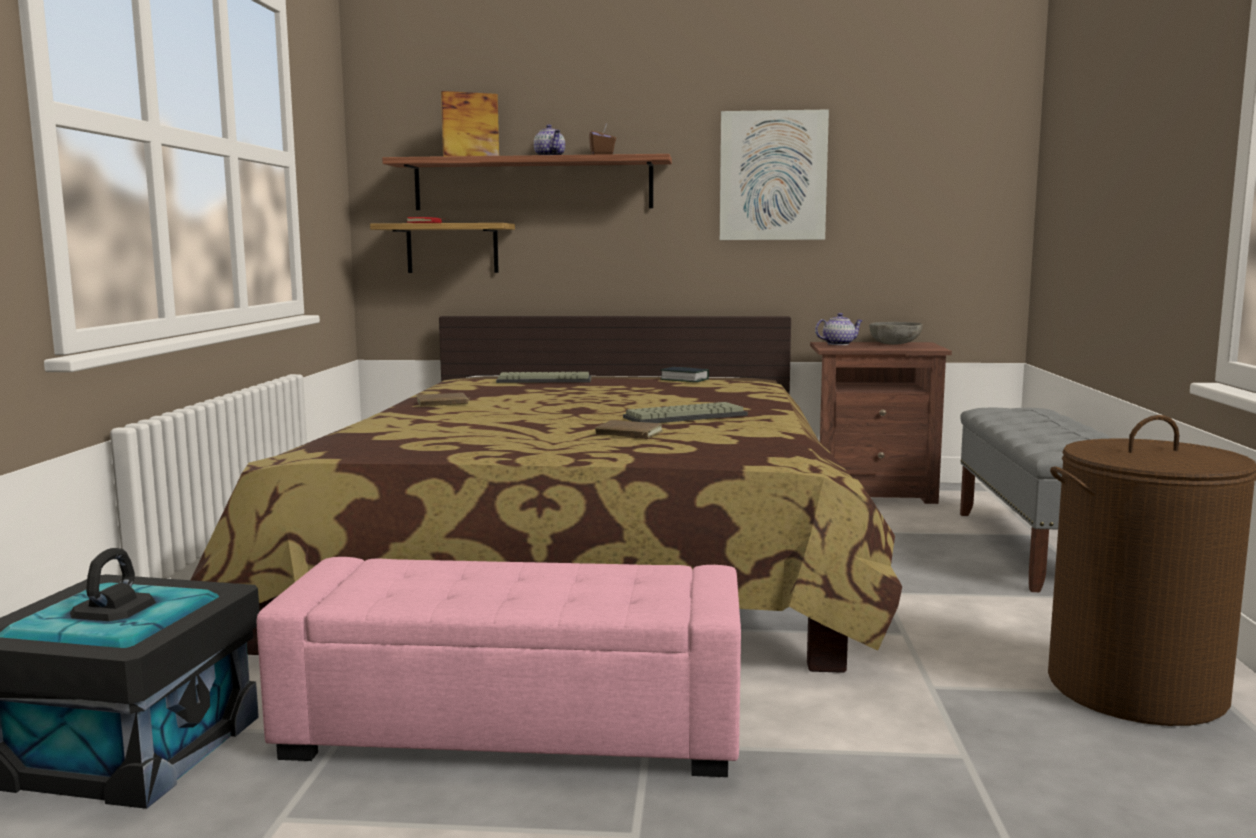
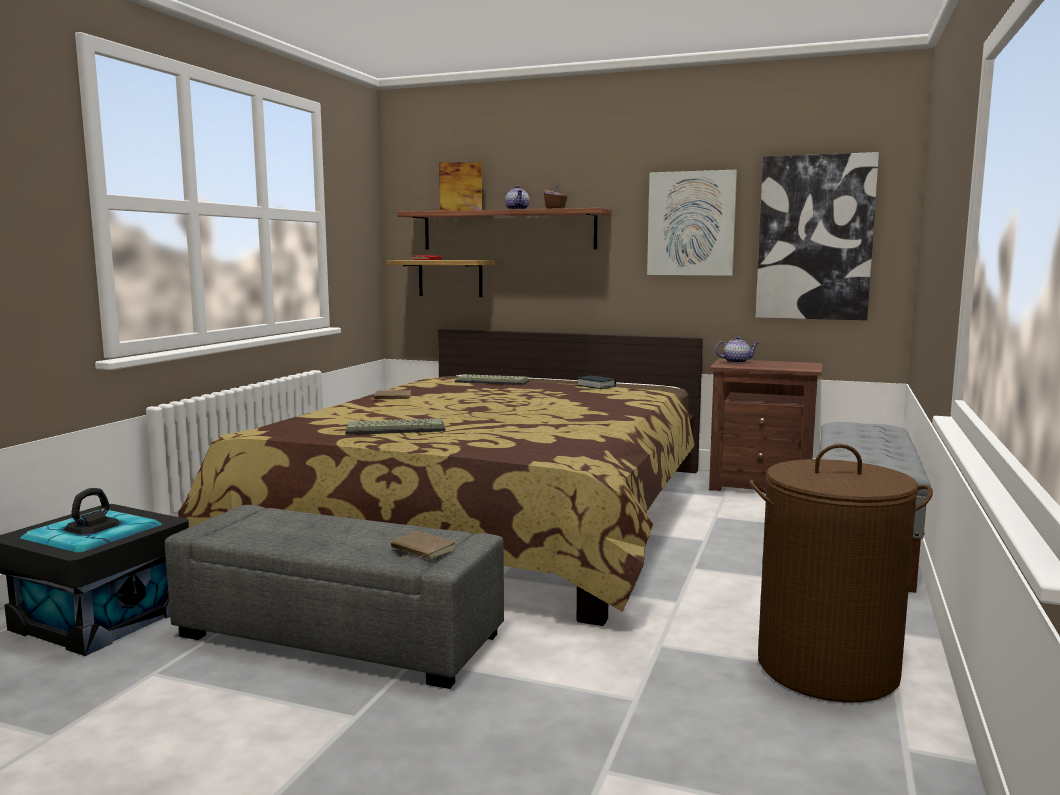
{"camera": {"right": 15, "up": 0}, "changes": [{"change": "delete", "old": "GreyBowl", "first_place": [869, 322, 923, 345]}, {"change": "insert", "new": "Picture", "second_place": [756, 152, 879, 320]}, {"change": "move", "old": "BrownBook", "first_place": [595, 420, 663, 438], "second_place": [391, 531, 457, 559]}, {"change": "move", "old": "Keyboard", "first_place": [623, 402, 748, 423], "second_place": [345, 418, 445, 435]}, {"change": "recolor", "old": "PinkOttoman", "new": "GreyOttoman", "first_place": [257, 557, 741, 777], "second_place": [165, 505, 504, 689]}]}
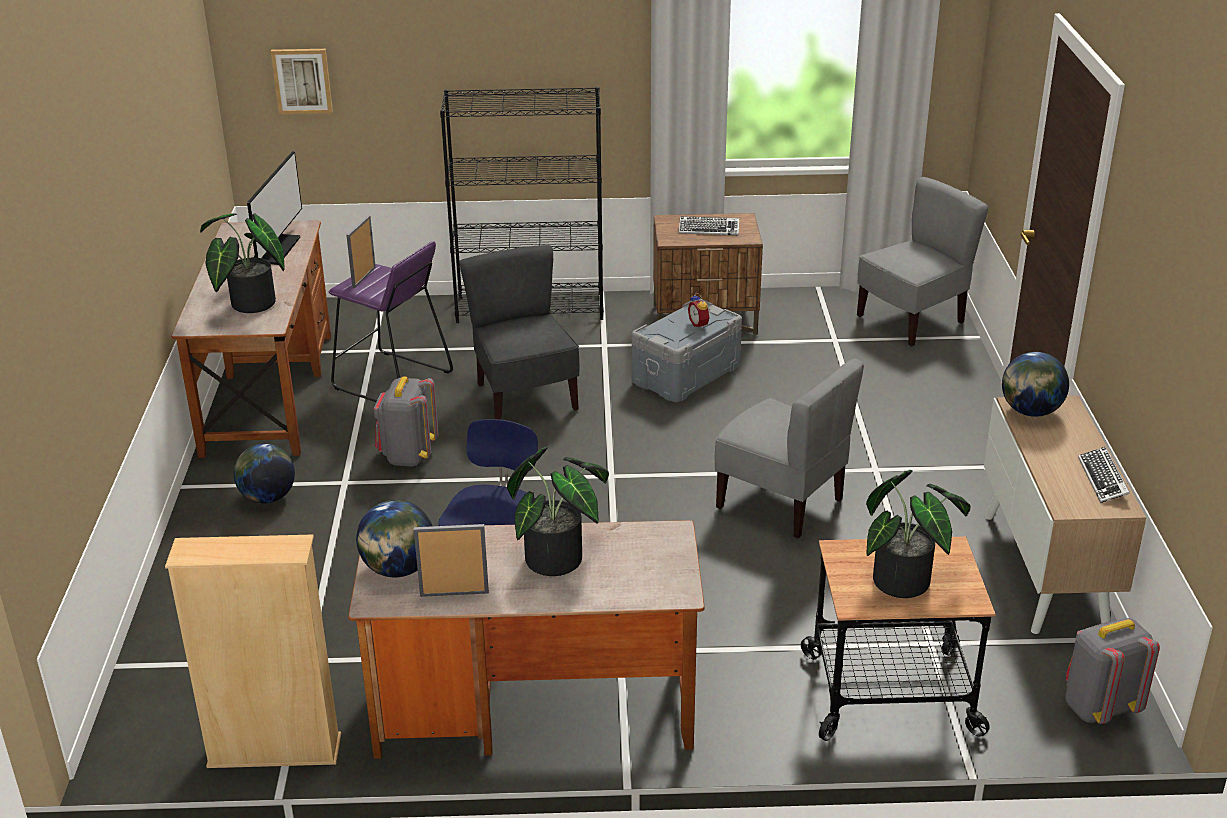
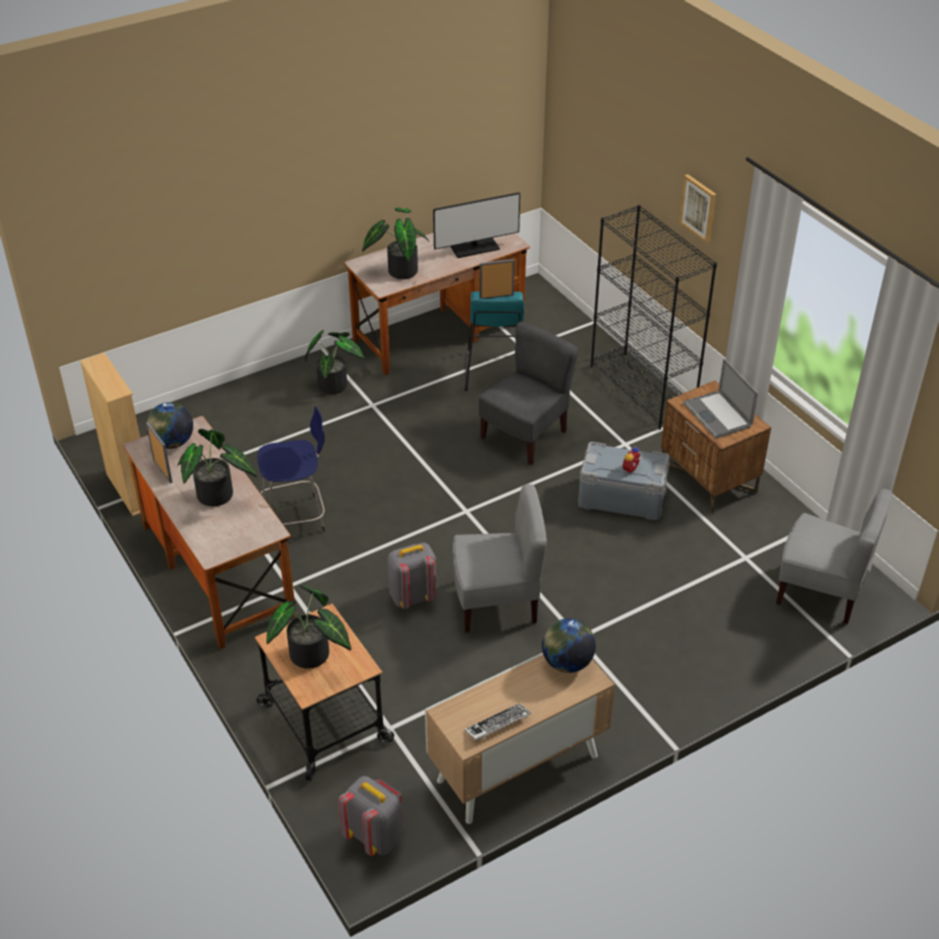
{"camera": {"right": 60, "up": 10}, "changes": [{"change": "move", "old": "Picture", "first_place": [271, 49, 333, 114], "second_place": [679, 174, 716, 243]}, {"change": "move", "old": "GreyBackpack", "first_place": [374, 376, 438, 467], "second_place": [388, 543, 437, 609]}, {"change": "replace", "old": "Globe", "new": "PottedPlant", "first_place": [234, 444, 295, 503], "second_place": [305, 330, 364, 394]}, {"change": "replace", "old": "Keyboard", "new": "Laptop", "first_place": [679, 216, 739, 235], "second_place": [684, 359, 758, 438]}, {"change": "recolor", "old": "PurpleStool", "new": "TurquoiseStool", "first_place": [329, 241, 453, 402], "second_place": [464, 291, 524, 391]}, {"change": "rotate", "old": "GreyChair", "first_place": [715, 359, 864, 538], "second_place": [453, 484, 547, 632], "degrees": -105}]}
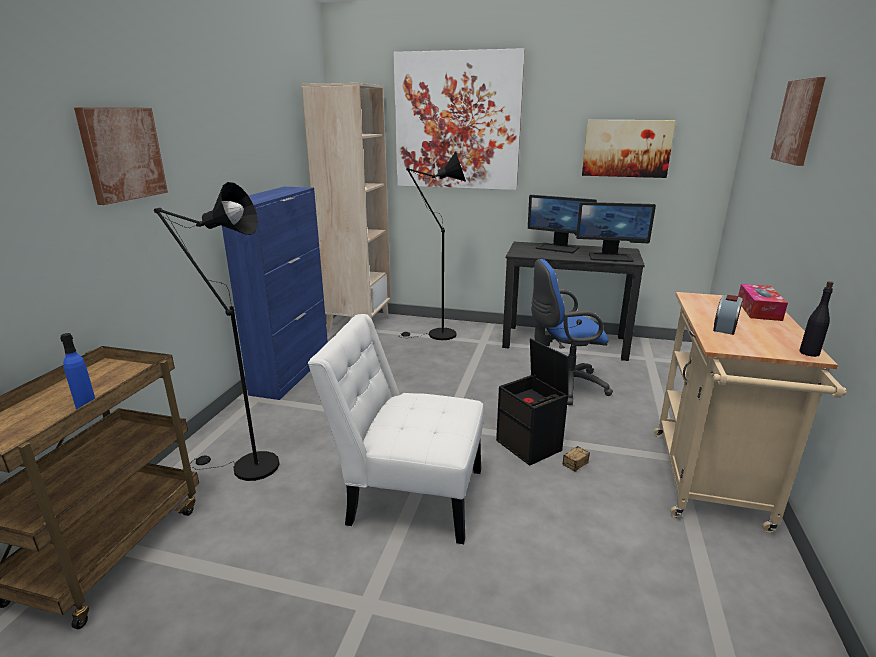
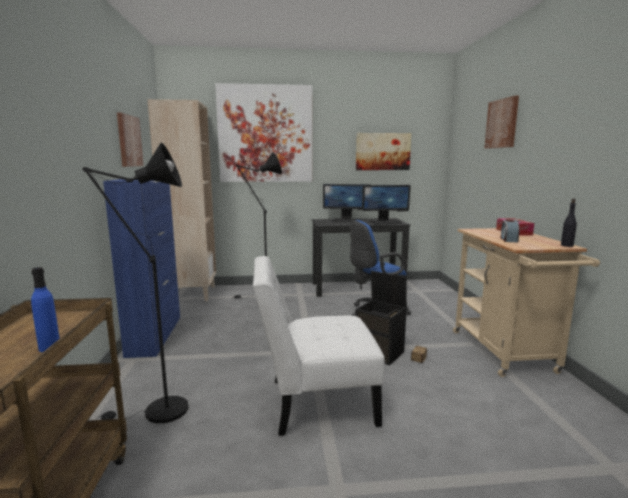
{"camera": {"right": -20, "up": -10}, "changes": [{"change": "move", "old": "Picture", "first_place": [74, 107, 168, 205], "second_place": [117, 113, 144, 167]}]}
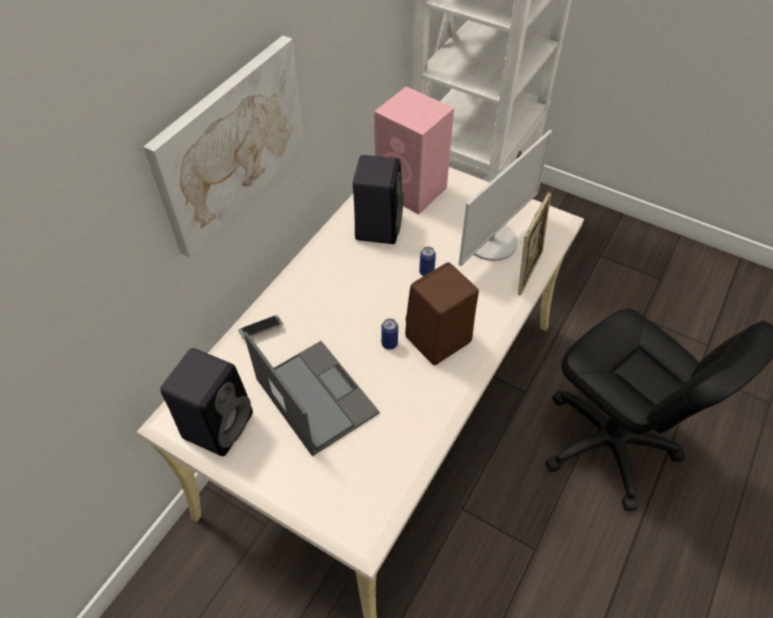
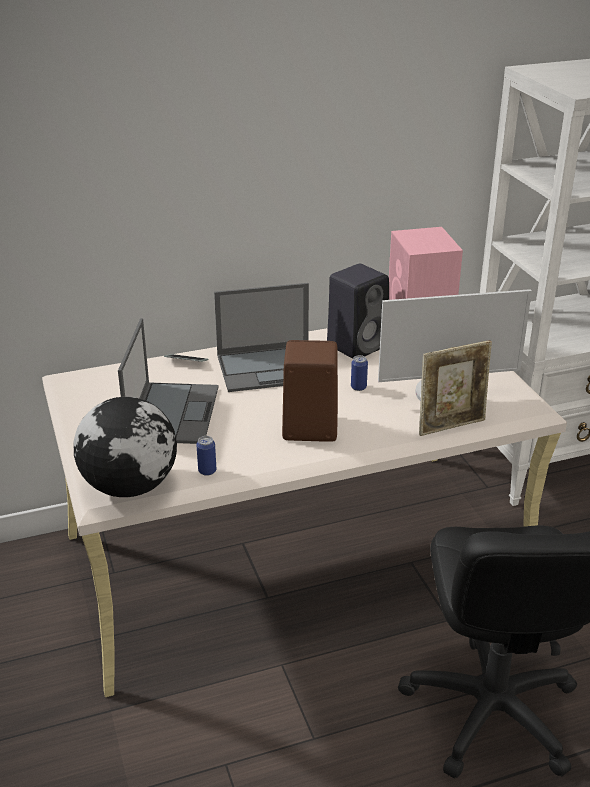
{"camera": {"right": 40, "up": -20}, "changes": [{"change": "delete", "old": "Picture", "first_place": [143, 35, 305, 258]}, {"change": "delete", "old": "BlackSpeaker", "first_place": [160, 348, 253, 456]}, {"change": "insert", "new": "Globe", "second_place": [73, 397, 177, 497]}, {"change": "insert", "new": "Laptop", "second_place": [214, 283, 309, 392]}, {"change": "move", "old": "Can", "first_place": [381, 318, 398, 350], "second_place": [196, 436, 216, 476]}]}
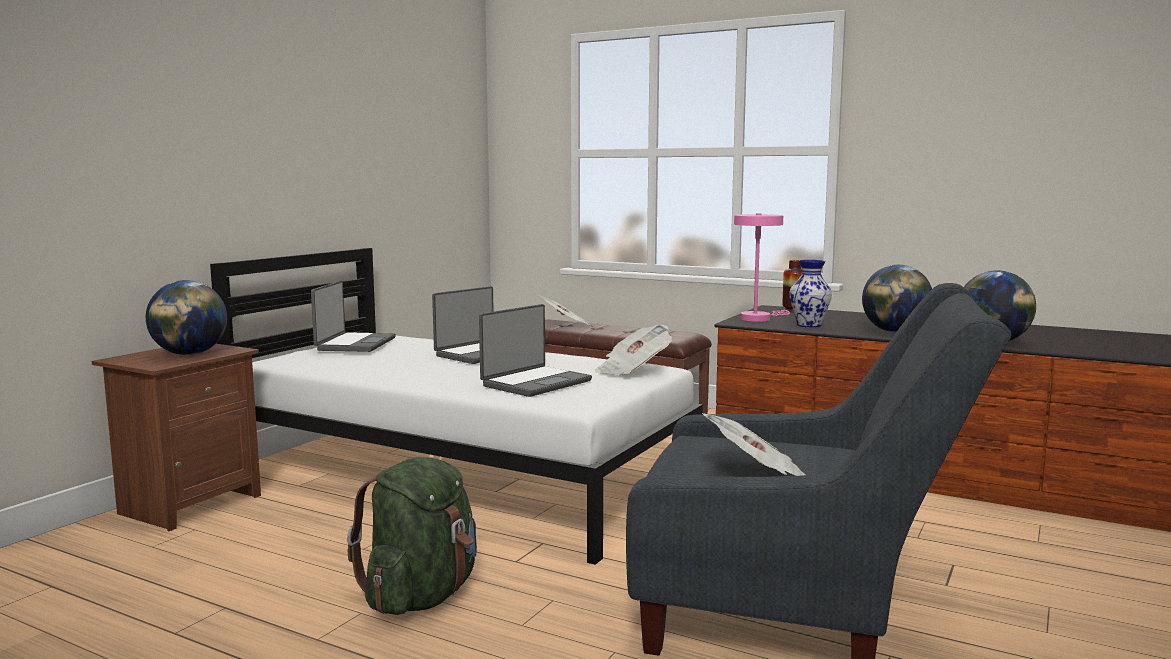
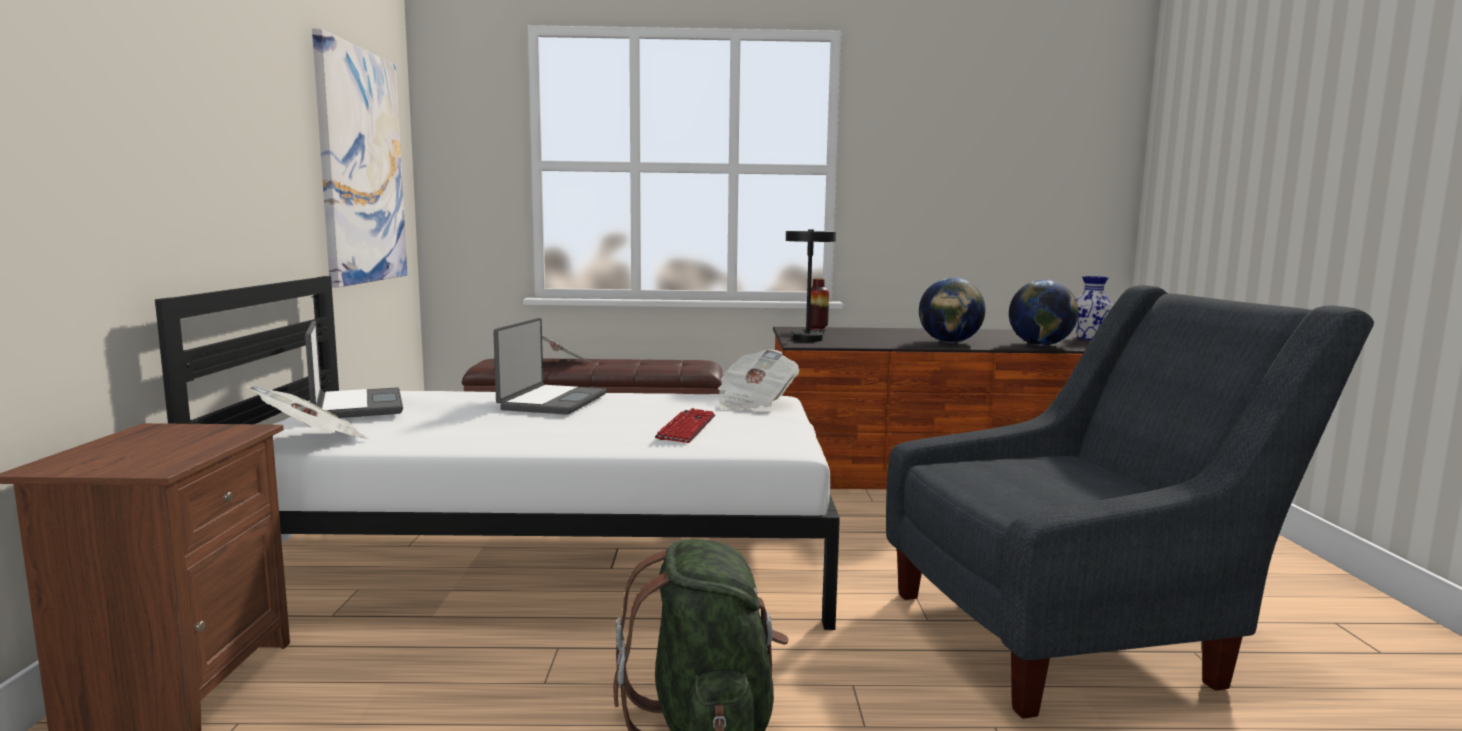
{"camera": {"right": -30, "up": 0}, "changes": [{"change": "delete", "old": "Globe", "first_place": [146, 280, 227, 355]}, {"change": "insert", "new": "Picture", "second_place": [312, 28, 407, 287]}, {"change": "move", "old": "Newspaper", "first_place": [702, 413, 806, 476], "second_place": [246, 386, 367, 438]}, {"change": "move", "old": "Vase", "first_place": [790, 260, 832, 327], "second_place": [1075, 276, 1113, 340]}, {"change": "replace", "old": "Laptop", "new": "Keyboard", "first_place": [479, 304, 592, 397], "second_place": [655, 408, 715, 443]}, {"change": "recolor", "old": "PinkTableLamp", "new": "BlackTableLamp", "first_place": [734, 213, 790, 322], "second_place": [786, 229, 836, 342]}]}
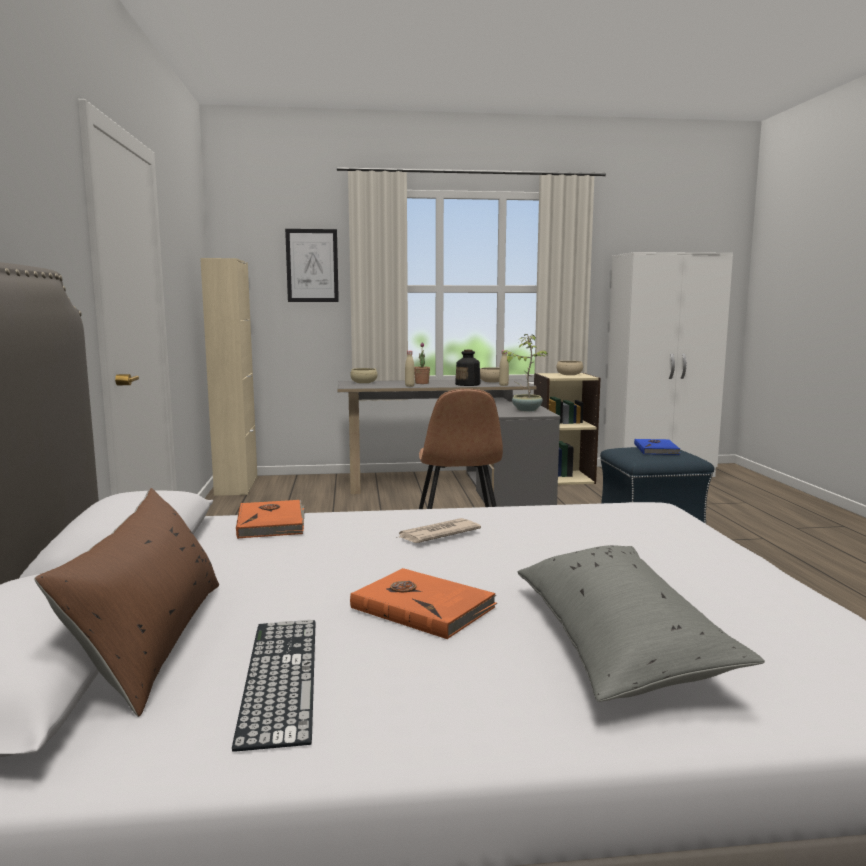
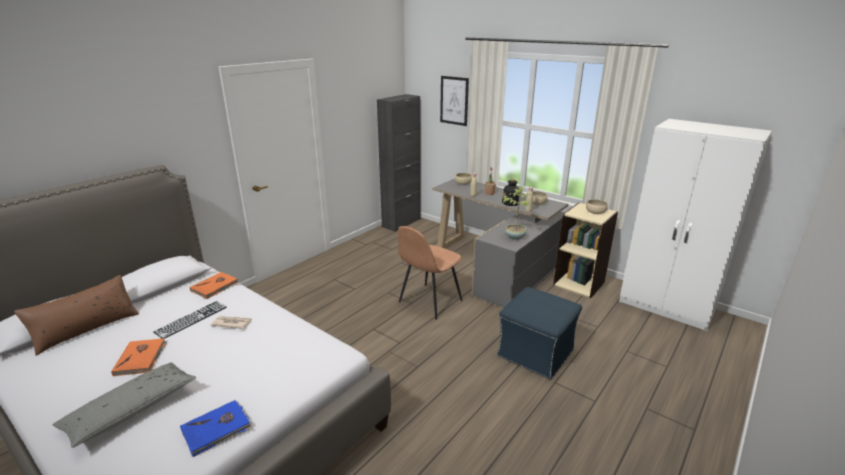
{"camera": {"right": 45, "up": 15}, "changes": [{"change": "move", "old": "Keyboard", "first_place": [232, 620, 316, 751], "second_place": [154, 301, 227, 338]}, {"change": "move", "old": "BlueBook", "first_place": [634, 439, 681, 455], "second_place": [180, 400, 252, 457]}, {"change": "recolor", "old": "BeigeCabinet", "new": "BlackCabinet", "first_place": [200, 258, 257, 496], "second_place": [377, 94, 421, 232]}]}
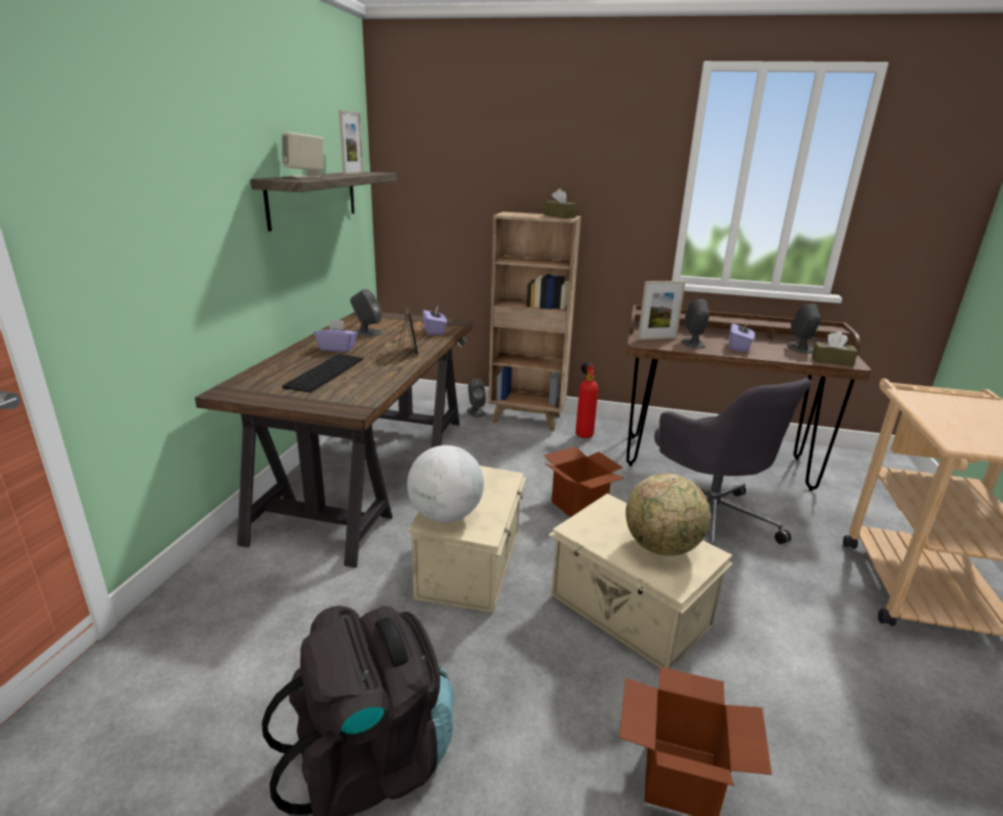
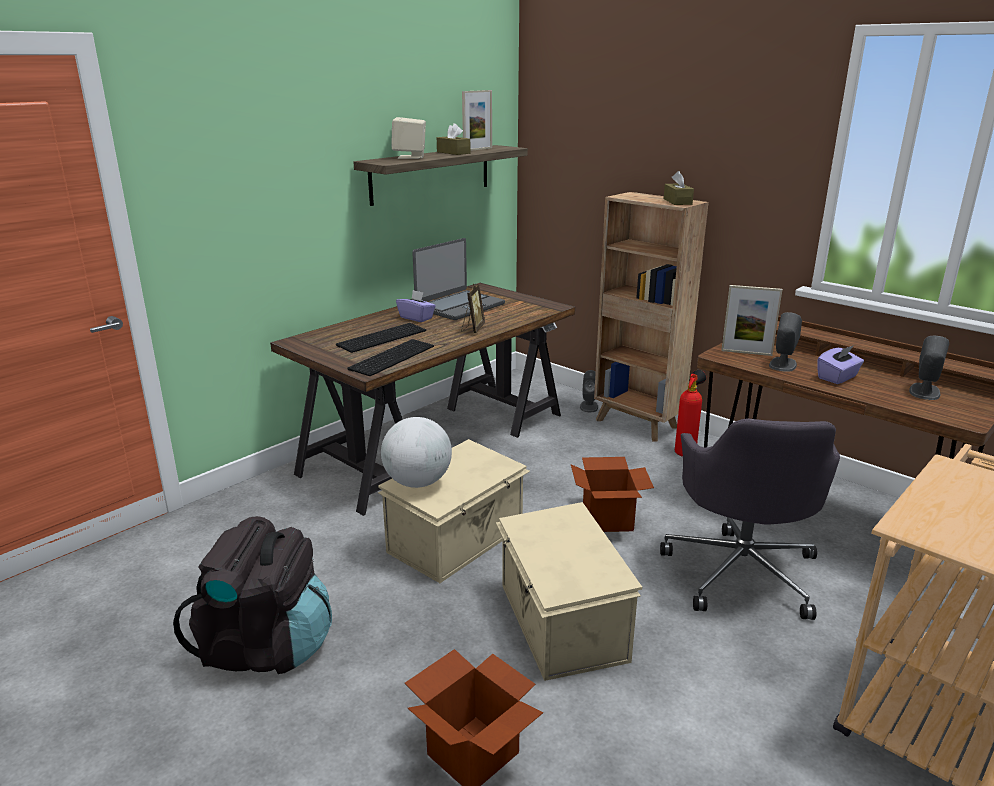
{"camera": {"right": 30, "up": 0}, "changes": [{"change": "delete", "old": "PurpleTissueBox", "first_place": [423, 305, 447, 335]}, {"change": "delete", "old": "Globe", "first_place": [626, 473, 711, 556]}, {"change": "insert", "new": "Keyboard", "second_place": [347, 339, 434, 376]}, {"change": "move", "old": "BrownTissueBox", "first_place": [812, 331, 858, 366], "second_place": [437, 123, 471, 155]}, {"change": "replace", "old": "GreySpeaker", "new": "Laptop", "first_place": [350, 289, 382, 336], "second_place": [412, 238, 505, 320]}]}
